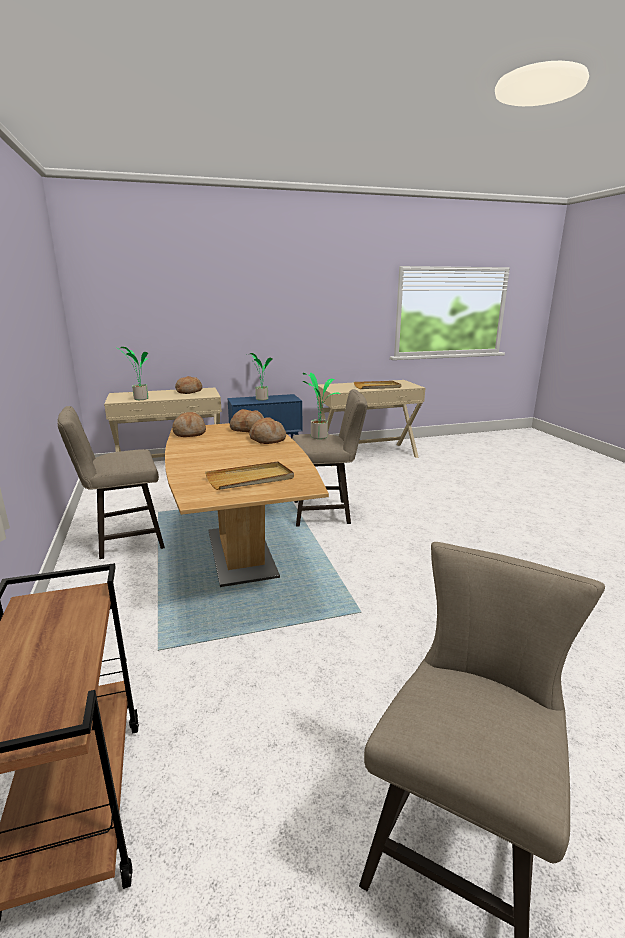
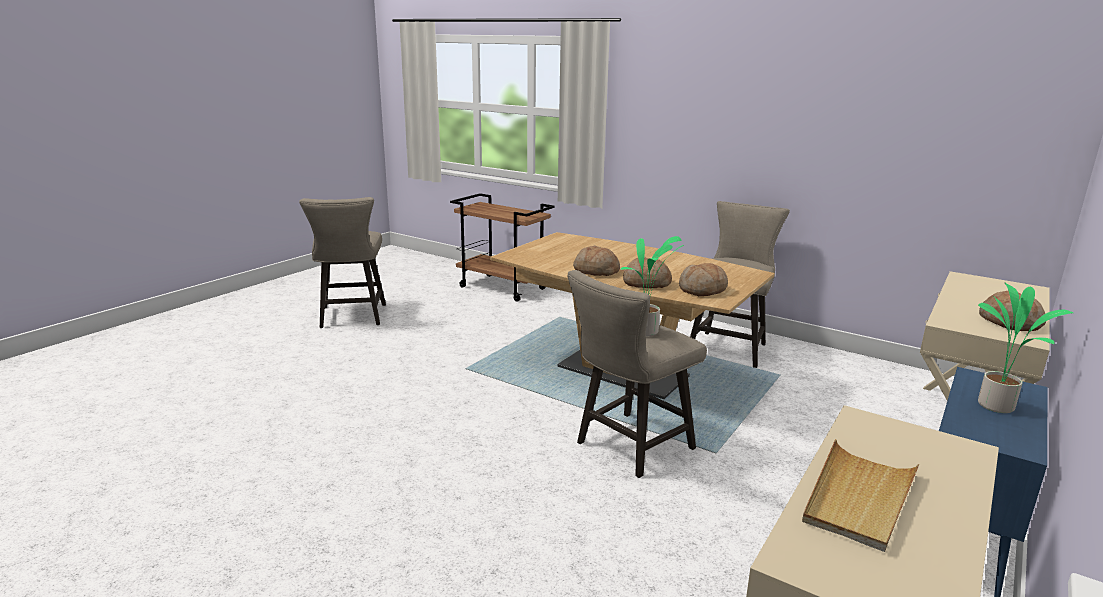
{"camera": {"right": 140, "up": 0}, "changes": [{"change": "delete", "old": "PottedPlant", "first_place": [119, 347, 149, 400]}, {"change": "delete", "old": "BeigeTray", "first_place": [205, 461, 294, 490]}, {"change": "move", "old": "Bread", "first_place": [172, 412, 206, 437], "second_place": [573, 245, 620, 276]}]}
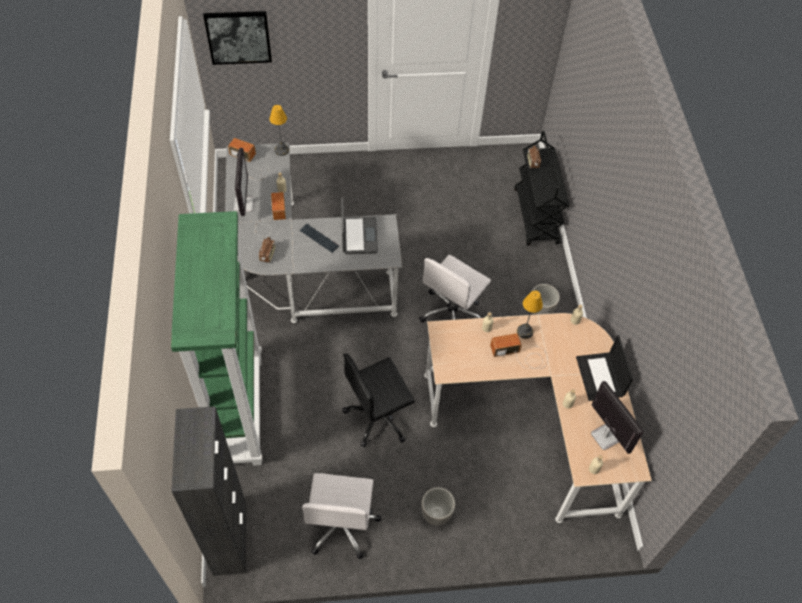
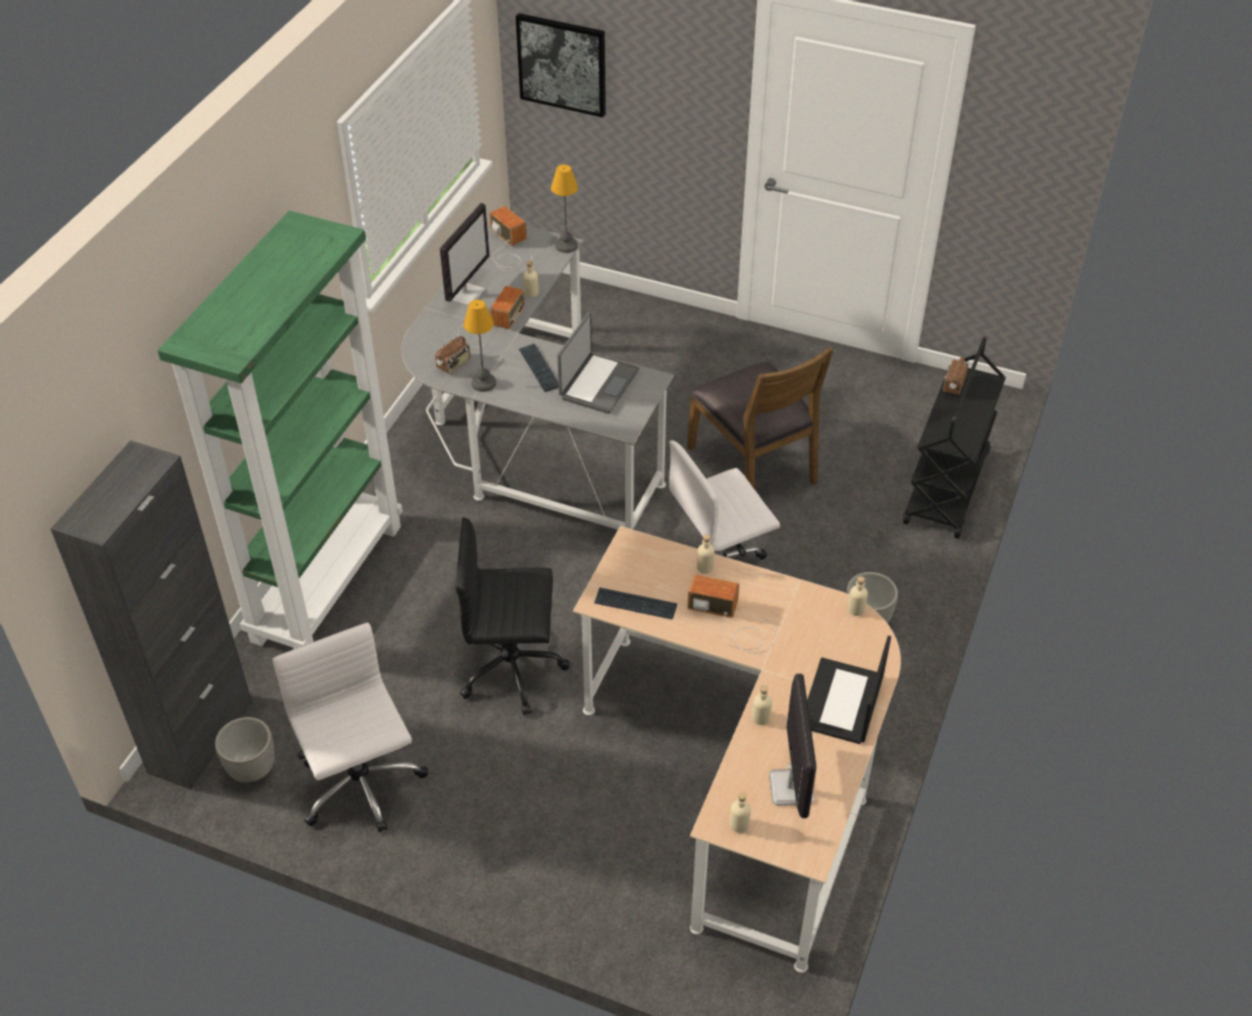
{"camera": {"right": 30, "up": -10}, "changes": [{"change": "insert", "new": "Keyboard", "second_place": [594, 587, 677, 620]}, {"change": "insert", "new": "BrownChair", "second_place": [687, 346, 833, 490]}, {"change": "move", "old": "Planter", "first_place": [421, 487, 455, 526], "second_place": [215, 717, 275, 782]}, {"change": "move", "old": "TableLamp", "first_place": [517, 290, 543, 339], "second_place": [463, 299, 496, 392]}, {"change": "rotate", "old": "WhiteOfficeChair", "first_place": [302, 473, 381, 559], "second_place": [272, 622, 428, 832], "degrees": 120}]}
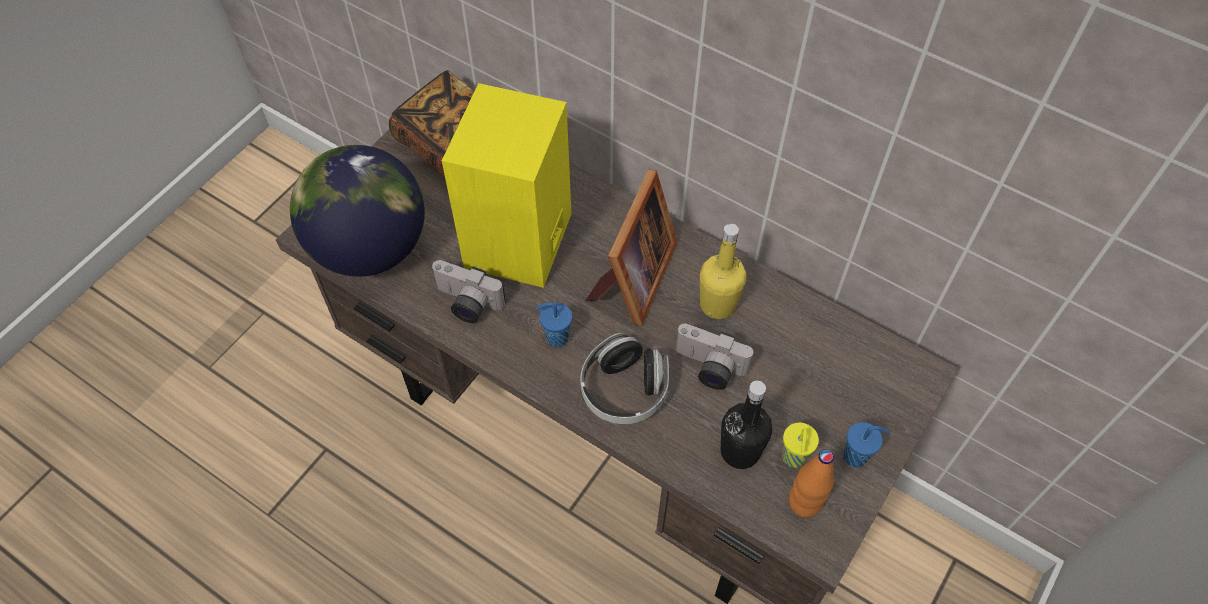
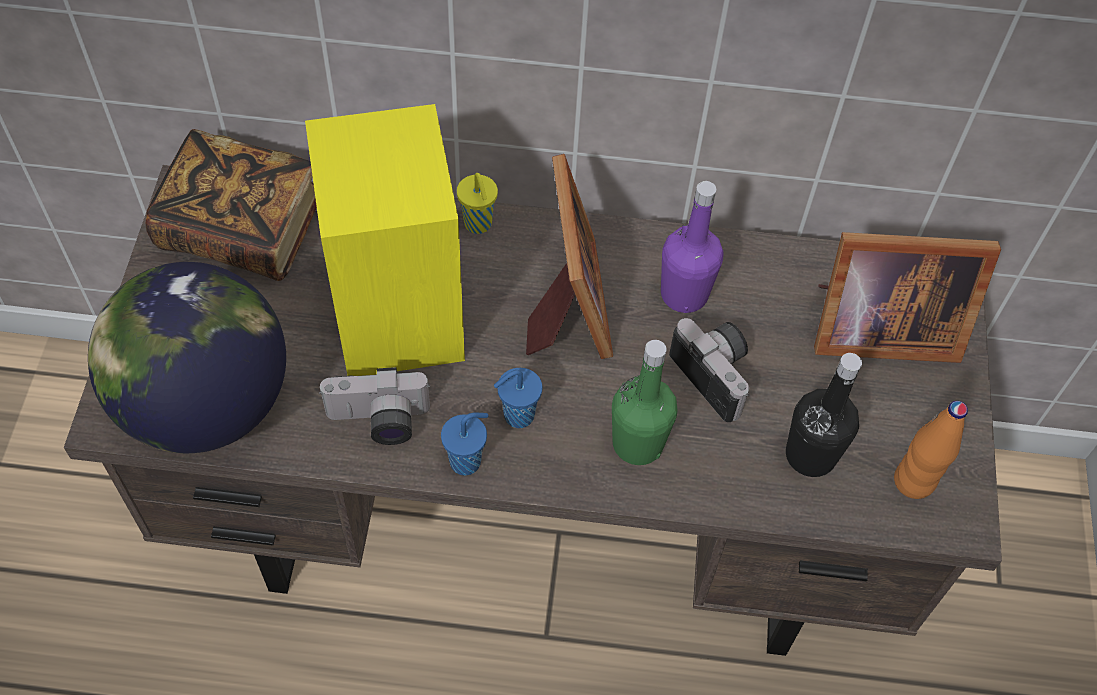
{"camera": {"right": -30, "up": 0}, "changes": [{"change": "insert", "new": "PictureFrame", "second_place": [814, 232, 1001, 363]}, {"change": "move", "old": "YellowCup", "first_place": [782, 423, 819, 468], "second_place": [457, 173, 498, 234]}, {"change": "move", "old": "BlueCup", "first_place": [844, 422, 889, 467], "second_place": [441, 413, 489, 475]}, {"change": "replace", "old": "Headphones", "new": "GreenBottle", "first_place": [580, 333, 669, 424], "second_place": [612, 340, 677, 465]}, {"change": "recolor", "old": "YellowBottle", "new": "PurpleBottle", "first_place": [700, 223, 746, 319], "second_place": [661, 181, 724, 313]}, {"change": "rotate", "old": "PhotoCamera", "first_place": [676, 324, 753, 390], "second_place": [669, 318, 750, 422], "degrees": -120}]}
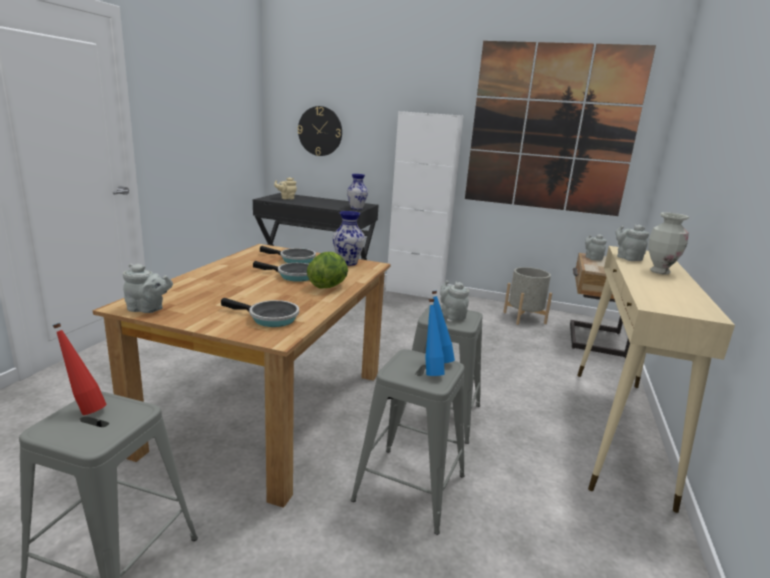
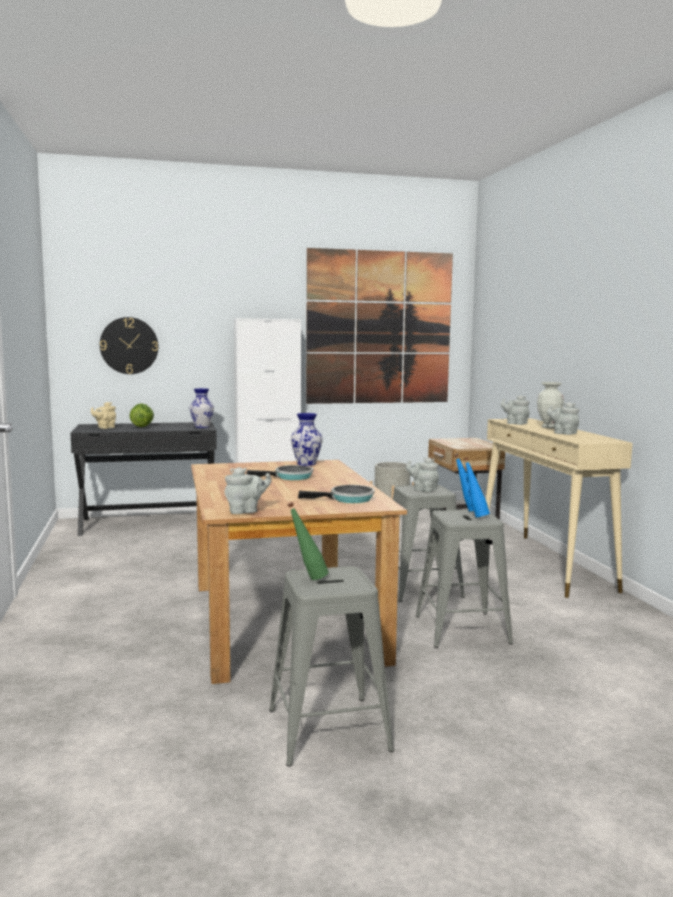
{"camera": {"right": -30, "up": -10}, "changes": [{"change": "delete", "old": "FryingPan", "first_place": [260, 246, 316, 264]}, {"change": "move", "old": "Lettuce", "first_place": [307, 252, 348, 288], "second_place": [130, 403, 154, 427]}, {"change": "move", "old": "GreyTeapot", "first_place": [585, 234, 607, 260], "second_place": [547, 402, 579, 435]}, {"change": "recolor", "old": "RedBottle", "new": "GreenBottle", "first_place": [52, 323, 107, 415], "second_place": [288, 502, 329, 580]}]}
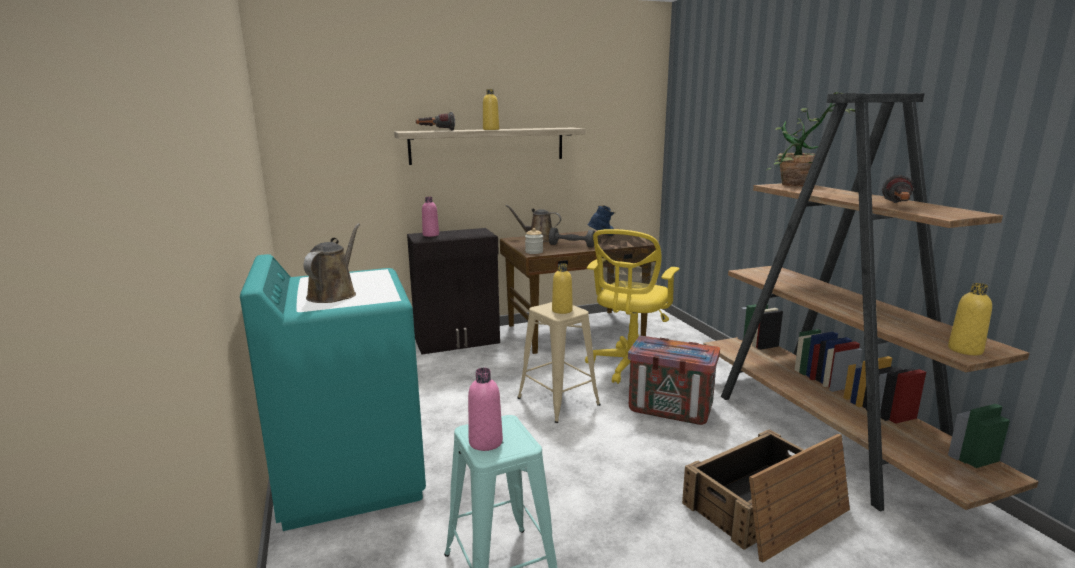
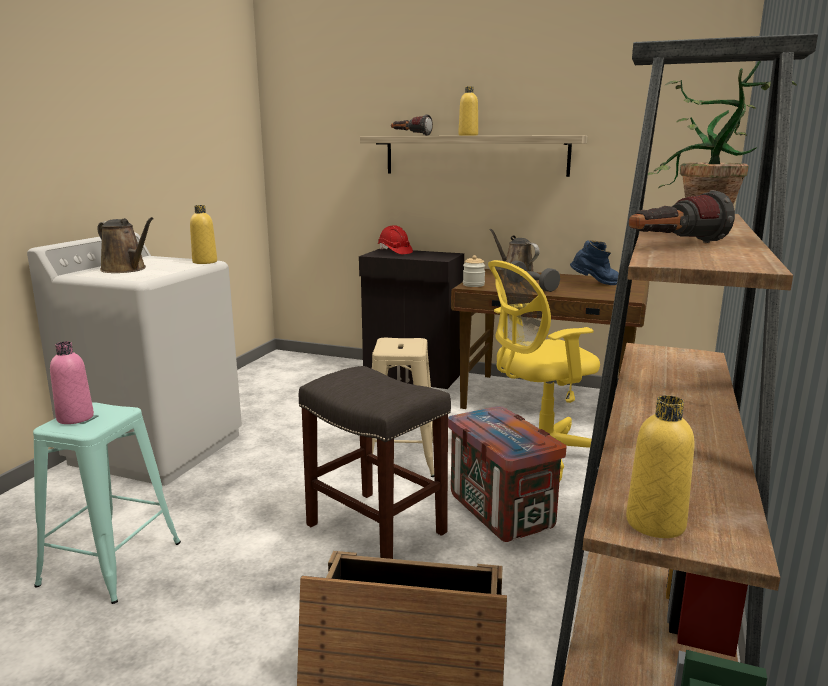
{"camera": {"right": 40, "up": 0}, "changes": [{"change": "insert", "new": "GreyStool", "second_place": [299, 366, 451, 559]}, {"change": "move", "old": "YellowBottle", "first_place": [552, 263, 573, 314], "second_place": [190, 205, 217, 264]}, {"change": "replace", "old": "PinkBottle", "new": "RedHardHat", "first_place": [422, 197, 439, 237], "second_place": [378, 225, 413, 254]}, {"change": "recolor", "old": "TurquoiseWashingMachine", "new": "WhiteWashingMachine", "first_place": [240, 254, 426, 531], "second_place": [27, 232, 242, 486]}, {"change": "rotate", "old": "BrownWateringCan", "first_place": [304, 223, 360, 303], "second_place": [98, 217, 154, 273], "degrees": 75}]}
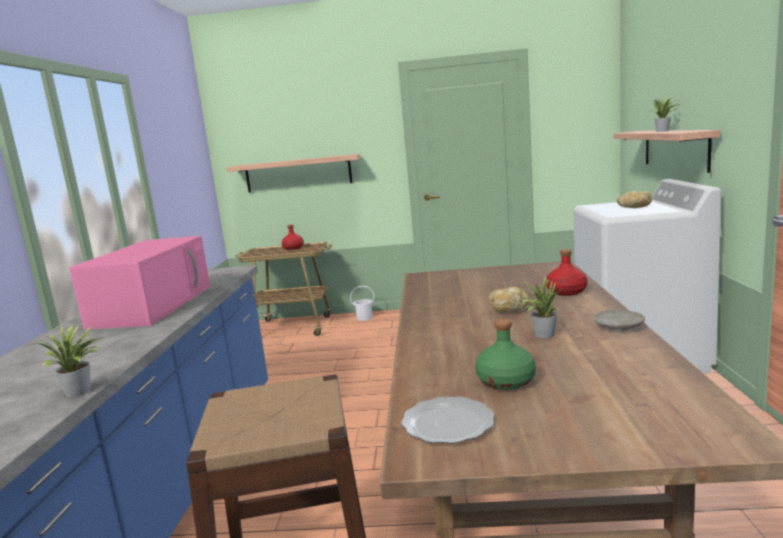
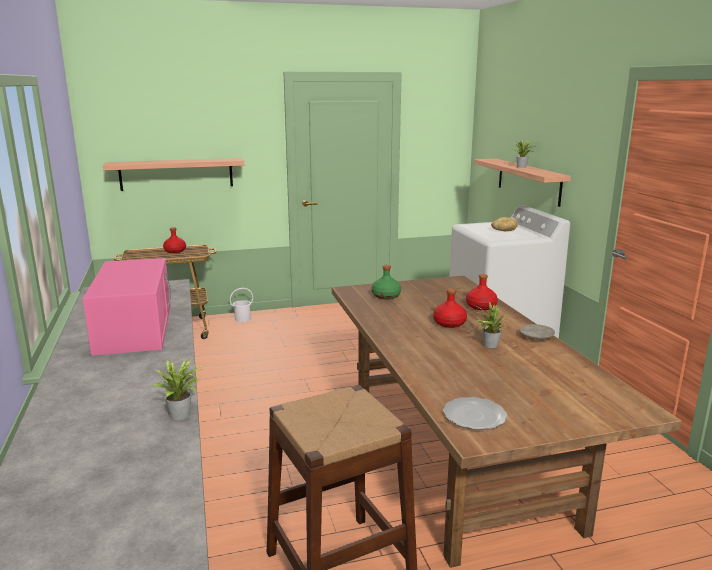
{"camera": {"right": -20, "up": 5}, "changes": [{"change": "move", "old": "GreenBottle", "first_place": [475, 319, 536, 390], "second_place": [372, 265, 401, 299]}, {"change": "replace", "old": "Bread", "new": "RedBottle", "first_place": [489, 287, 528, 312], "second_place": [433, 288, 467, 328]}]}
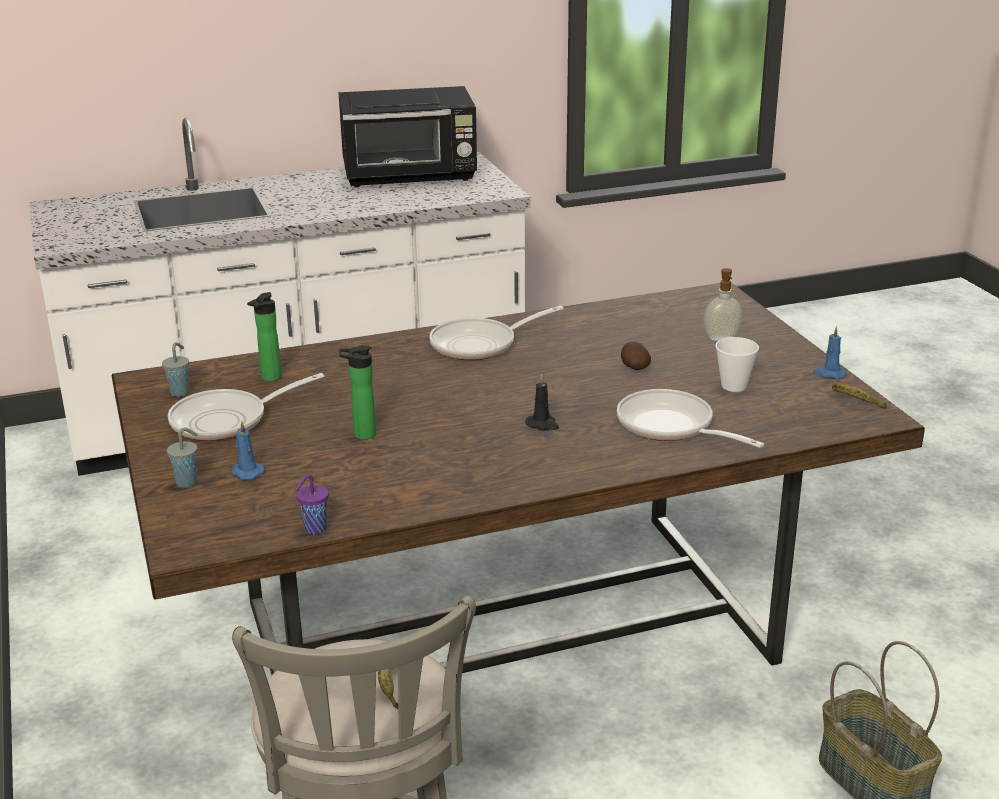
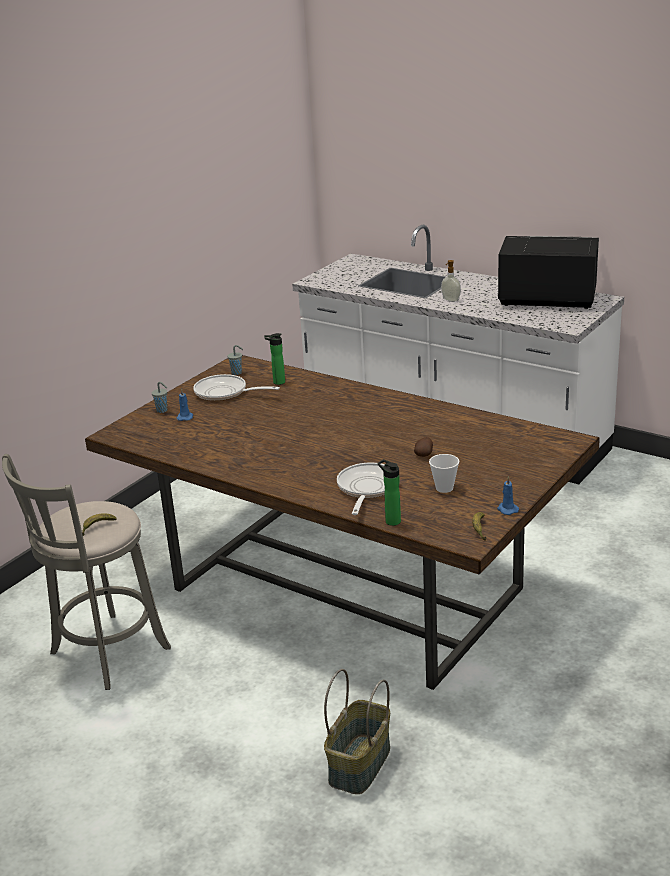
{"camera": {"right": 55, "up": 0}, "changes": [{"change": "delete", "old": "PurpleCup", "first_place": [295, 474, 329, 535]}, {"change": "delete", "old": "FryingPan", "first_place": [430, 306, 564, 360]}, {"change": "delete", "old": "BlackCandle", "first_place": [526, 374, 559, 430]}, {"change": "move", "old": "Bottle", "first_place": [339, 345, 376, 440], "second_place": [378, 459, 401, 526]}, {"change": "move", "old": "SoapDispenser", "first_place": [703, 268, 743, 341], "second_place": [441, 260, 461, 302]}, {"change": "rotate", "old": "BlackMicrowave", "first_place": [338, 86, 477, 187], "second_place": [498, 236, 599, 309], "degrees": 150}]}
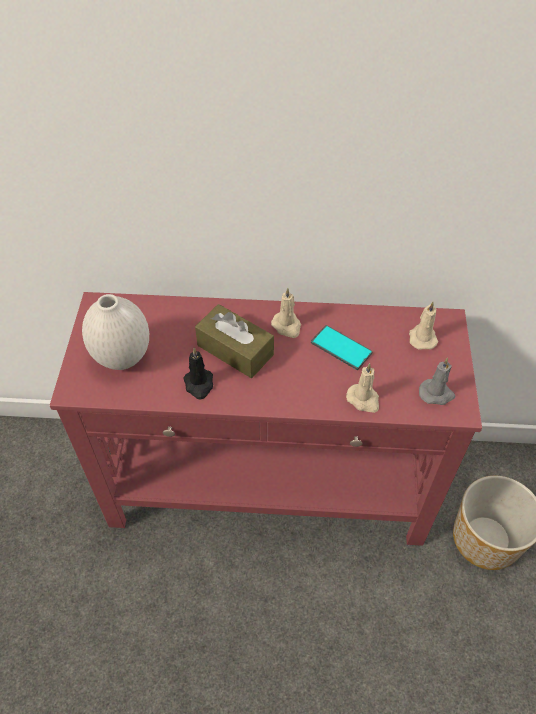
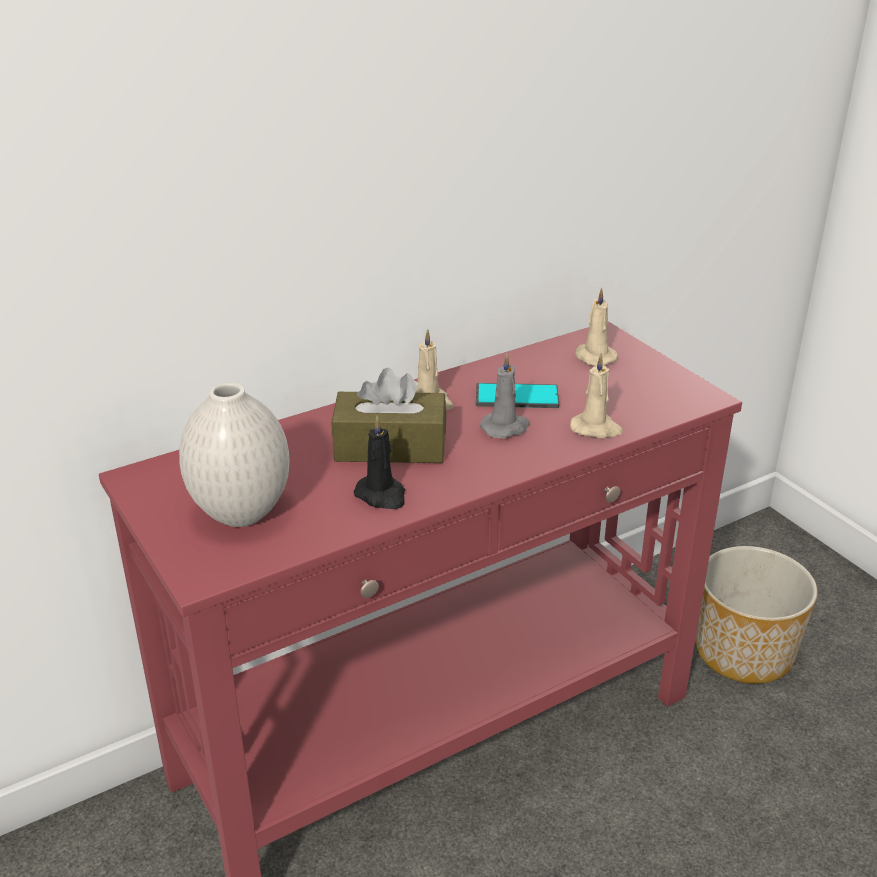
{"camera": {"right": -35, "up": -20}, "changes": [{"change": "move", "old": "GreyCandle", "first_place": [419, 358, 455, 405], "second_place": [480, 353, 530, 438]}]}
